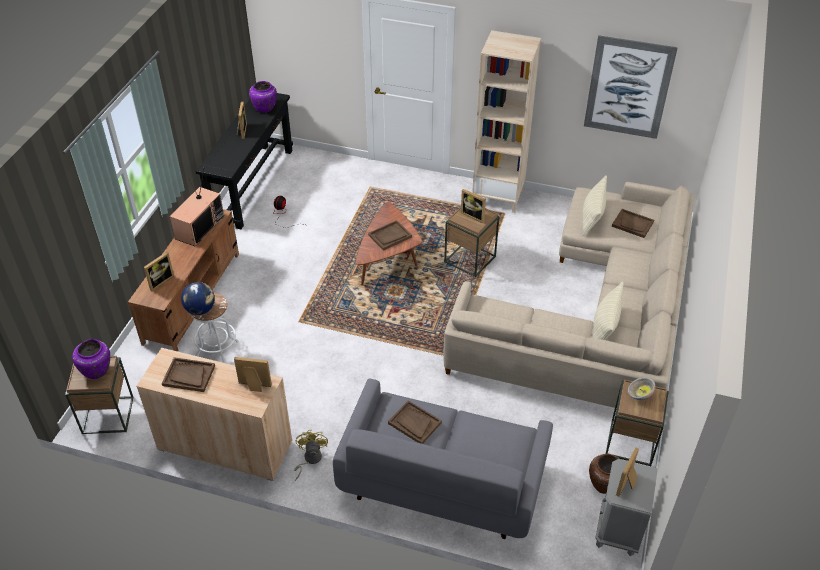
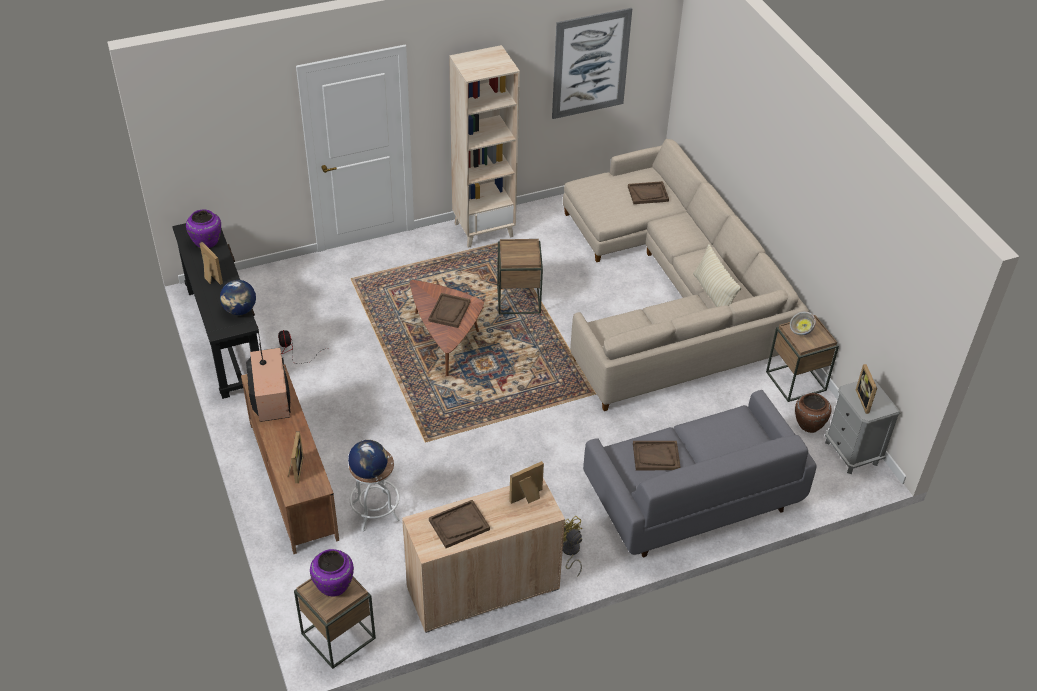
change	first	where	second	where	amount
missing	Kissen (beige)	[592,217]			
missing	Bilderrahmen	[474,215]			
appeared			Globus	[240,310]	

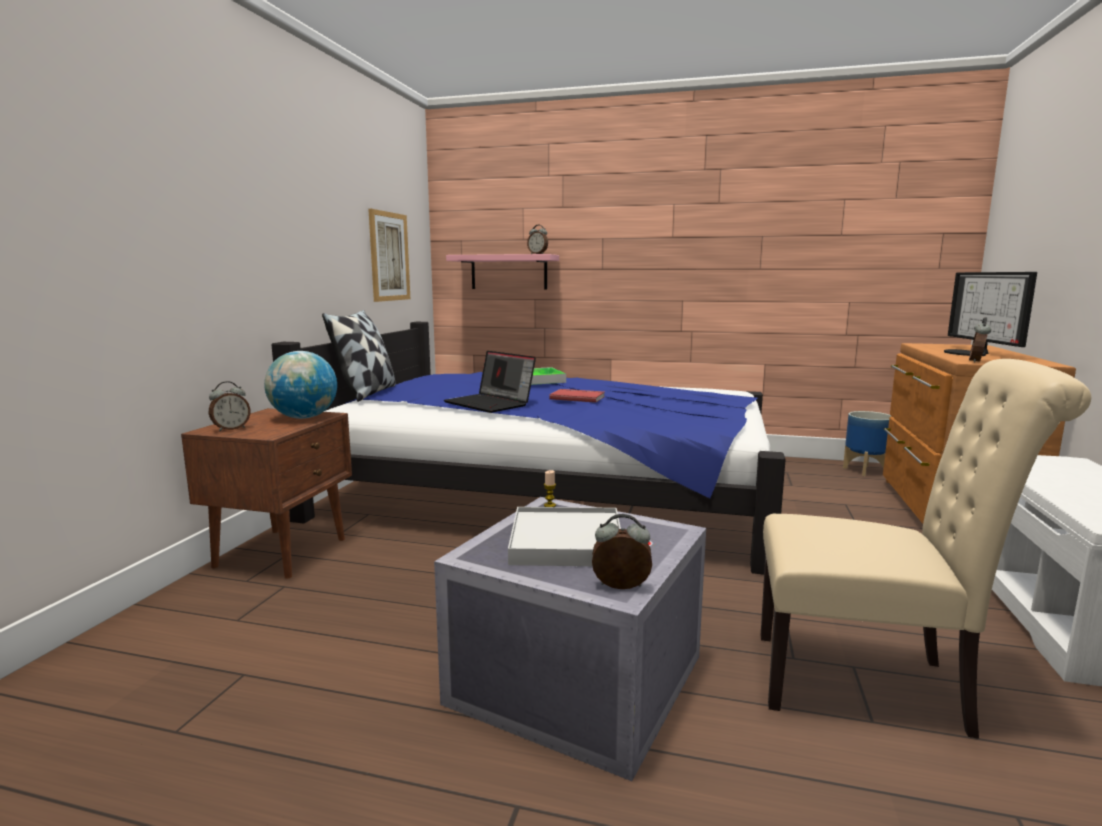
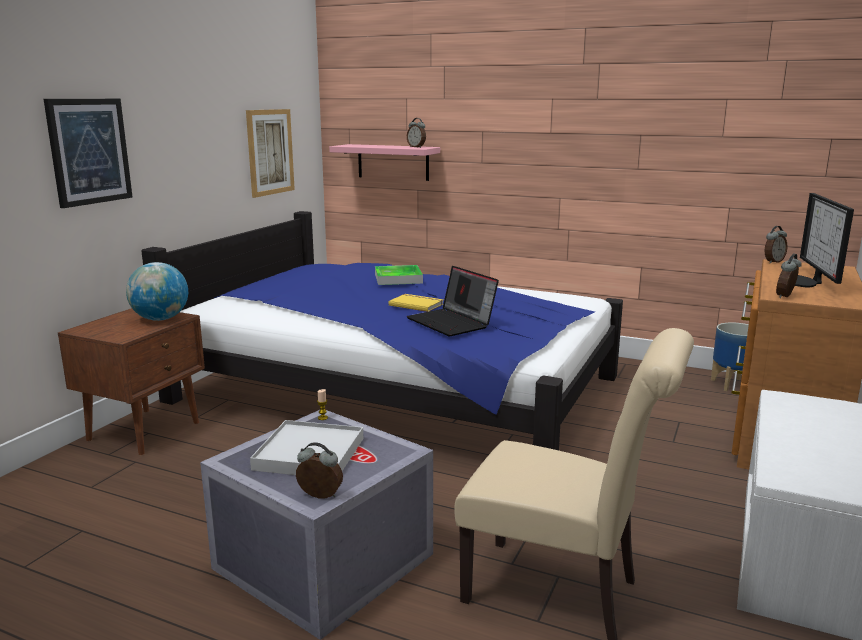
change	first	where	second	where	amount
missing	Kissen	[366,393]			
relocated	Laptop	[491,404]		[452,323]	
relocated	Wecker	[231,429]		[773,262]	
colour	Buch (rot)	[577,397]	Buch (gelb)	[416,304]	
appeared			Bild	[89,151]	

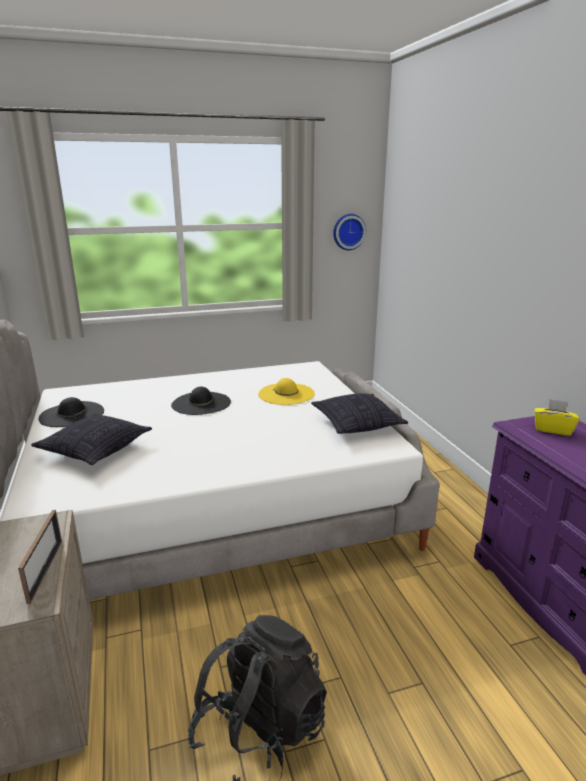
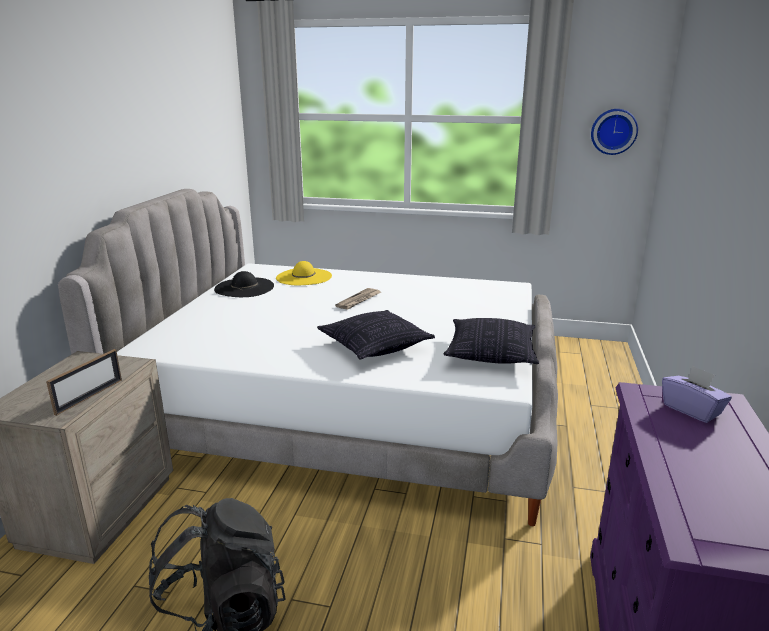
change	first	where	second	where	amount
relocated	Hut (gelb)	[286,394]		[304,277]	
exchanged	Hut (schwarz)	[201,403]	Zeitung	[359,300]	
colour	Taschentuchbox (gelb)	[552,429]	Taschentuchbox (lila)	[691,410]	
relocated	Kissen	[95,450]		[375,347]	

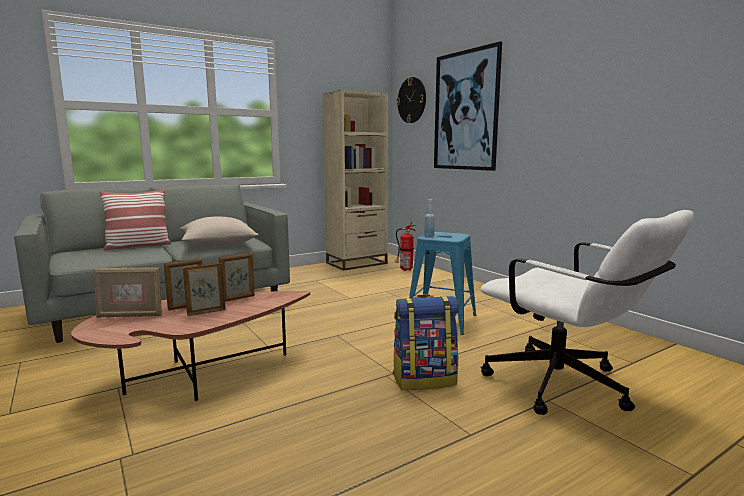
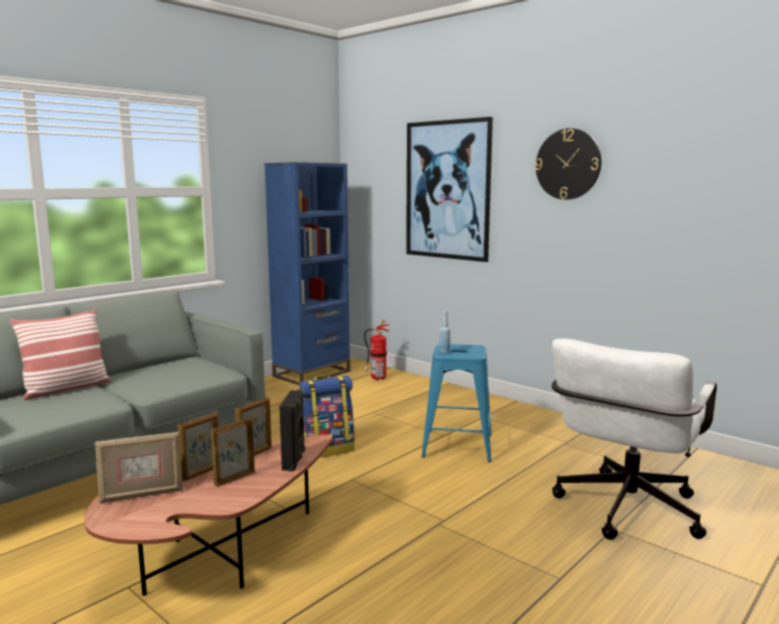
change	first	where	second	where	amount
relocated	Wanduhr	[412,100]		[568,164]	
colour	Bücherregal (beige)	[357,263]	Bücherregal (blau)	[312,374]	
spun	Bürostuhl (weiß)	[568,389]		[624,513]	90 degrees clockwise
missing	Kissen (beige)	[218,244]			
relocated	Rucksack	[424,379]		[326,449]	
appeared			Lautsprecher (schwarz)	[294,460]	

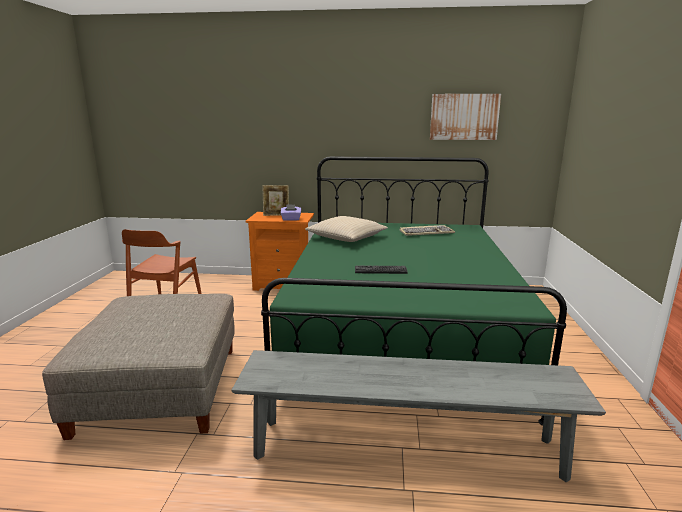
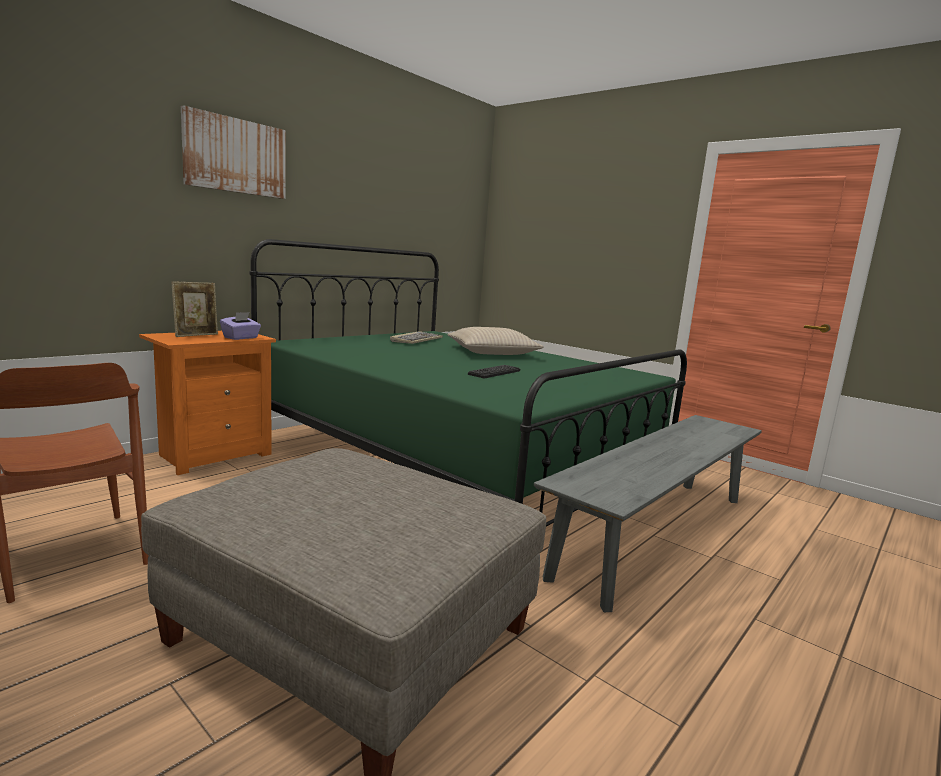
change	first	where	second	where	amount
relocated	Bild	[464,117]		[235,156]	
relocated	Kissen (beige)	[346,237]		[492,352]	

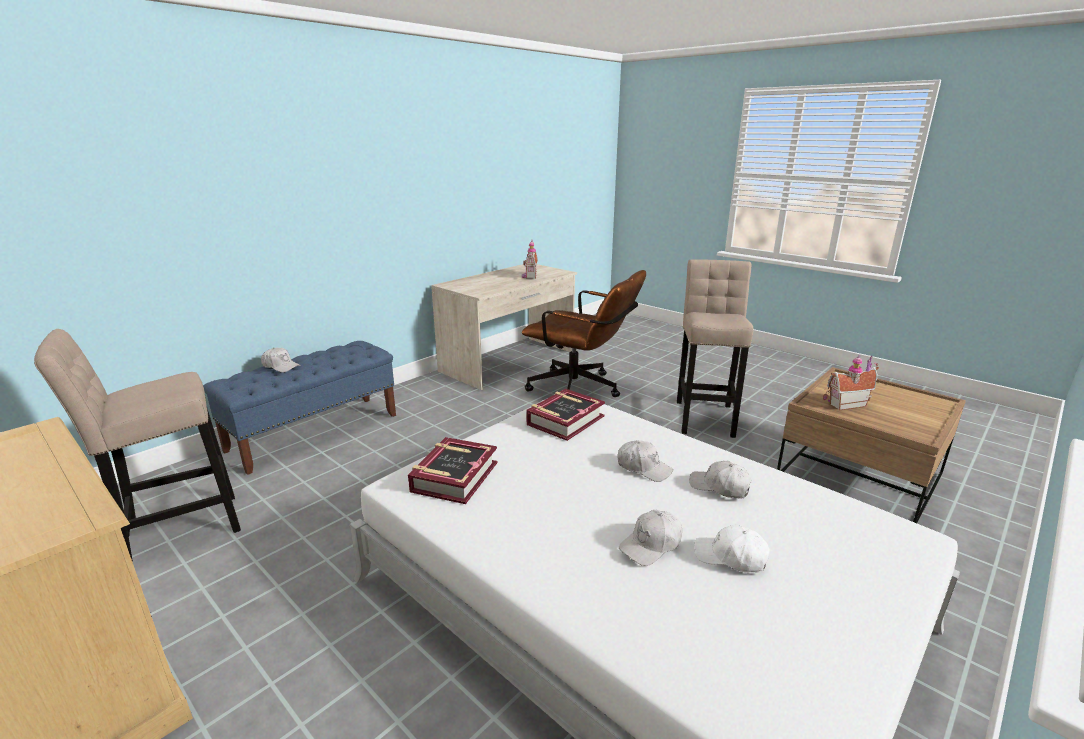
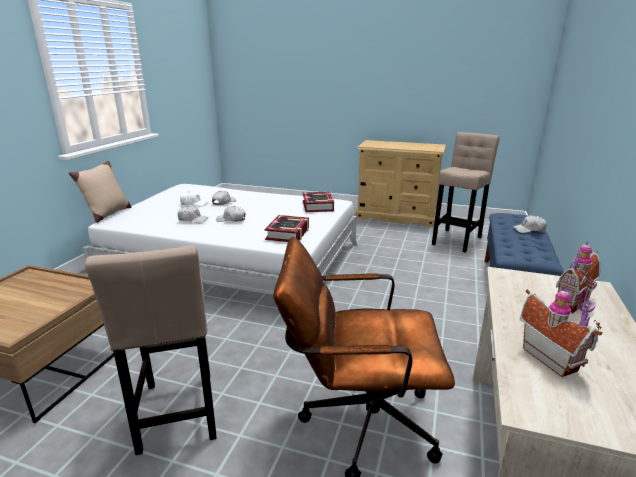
change	first	where	second	where	amount
relocated	Spielzeughaus	[844,404]		[576,304]	
appeared			Kissen (beige)	[107,214]	

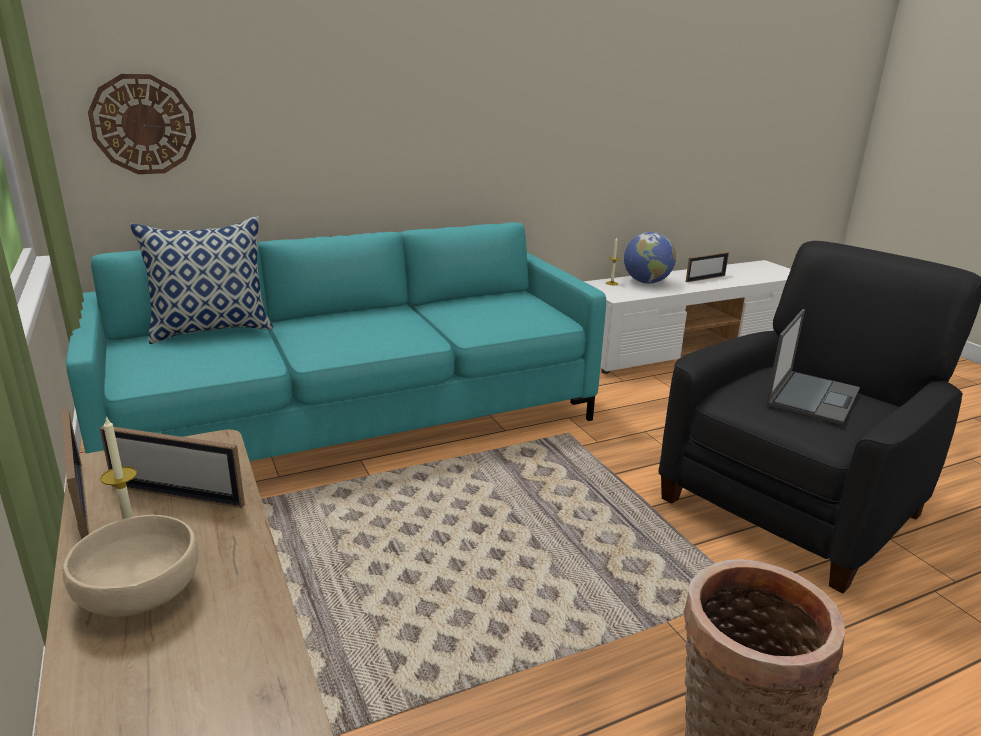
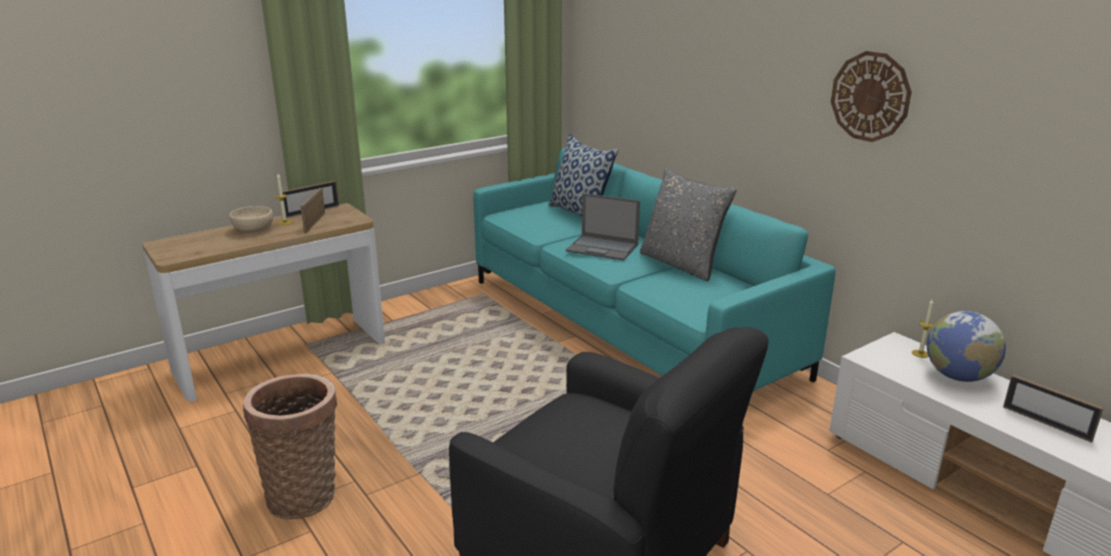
change	first	where	second	where	amount
relocated	Wanduhr	[143,125]		[870,96]	
relocated	Laptop	[813,396]		[603,248]	
appeared			Kissen (grau)	[681,264]	

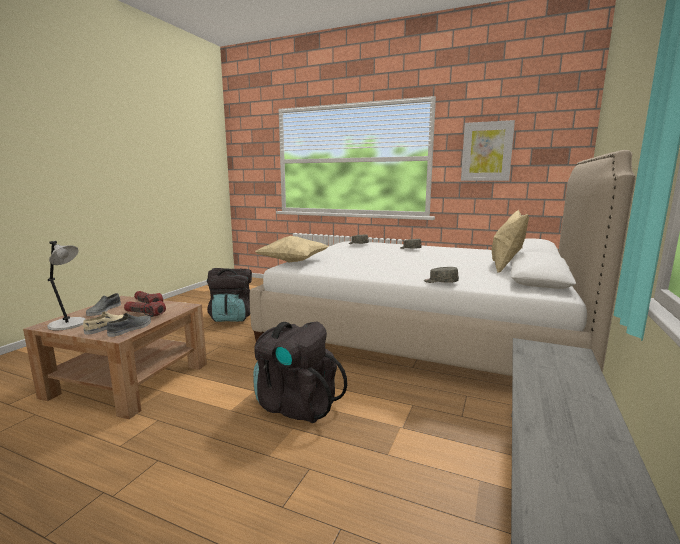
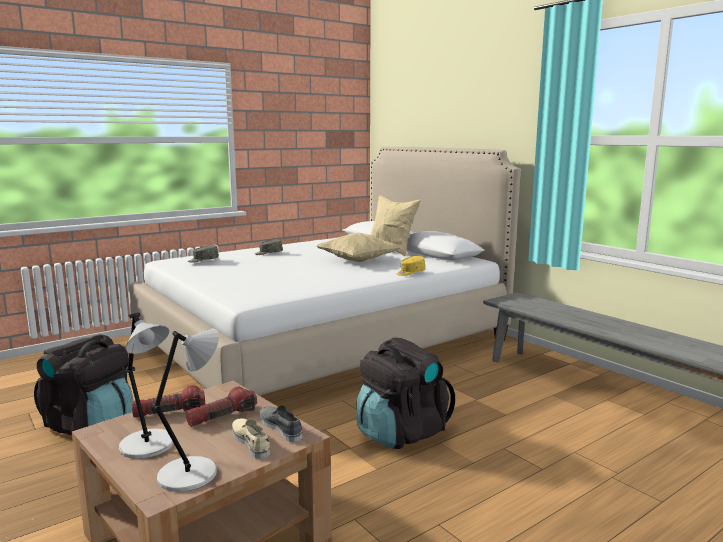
change	first	where	second	where	amount
missing	Bild	[486,151]			
relocated	Kissen (beige)	[293,262]		[358,261]	
colour	Kappe (grau)	[440,282]	Kappe (gelb)	[410,273]	
exchanged	Schuh (grau)	[104,310]	Tischlampe (grau)	[149,446]	

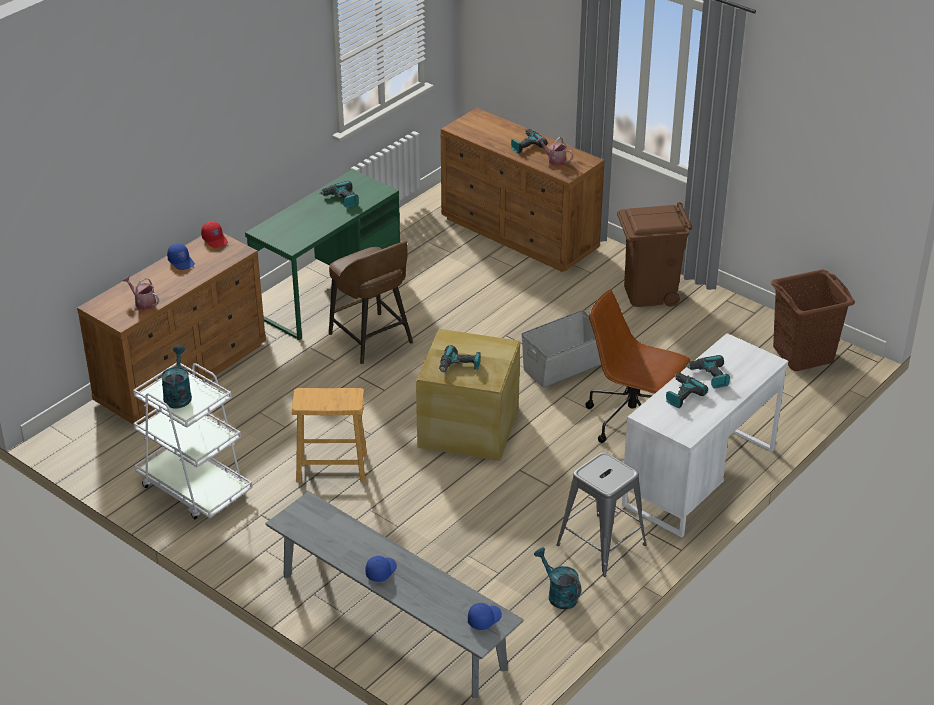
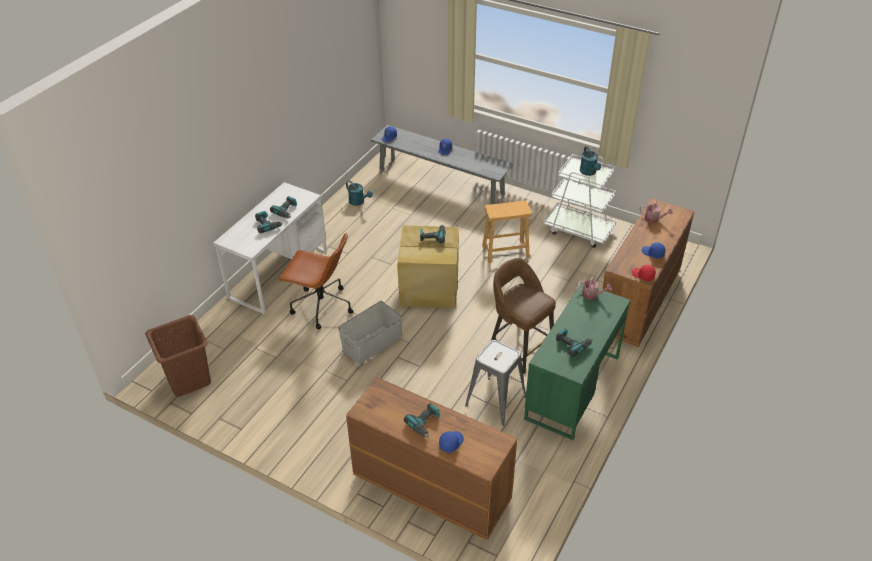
change	first	where	second	where	amount
relocated	Gießkanne	[554,160]		[592,295]	
missing	Mülleimer (braun)	[649,293]			
relocated	Hocker (grau)	[601,544]		[495,401]	
appeared			Kappe (blau)	[451,442]	

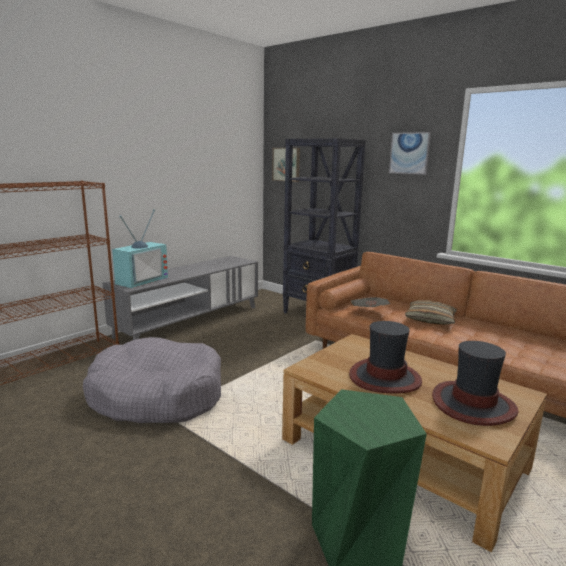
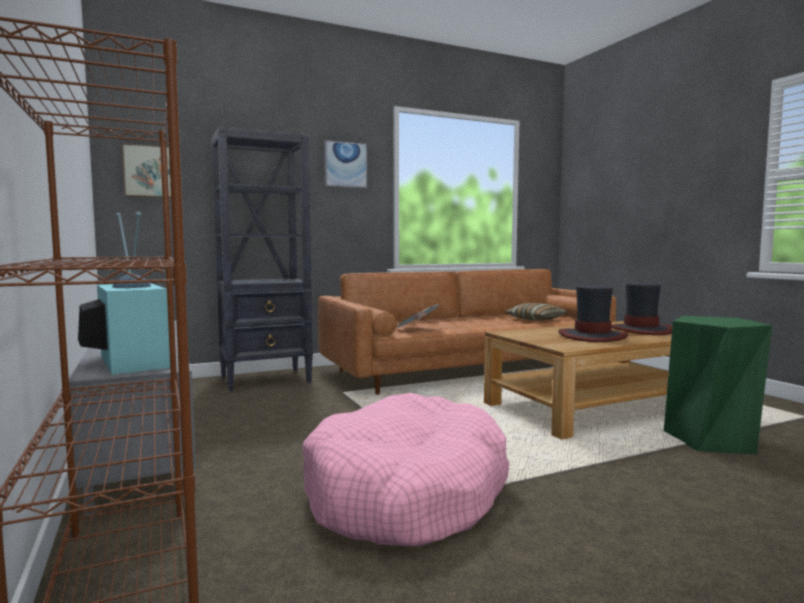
change	first	where	second	where	amount
relocated	Kissen	[430,320]		[536,319]	
colour	Hundebett (grau)	[157,396]	Hundebett (rosa)	[407,493]	

